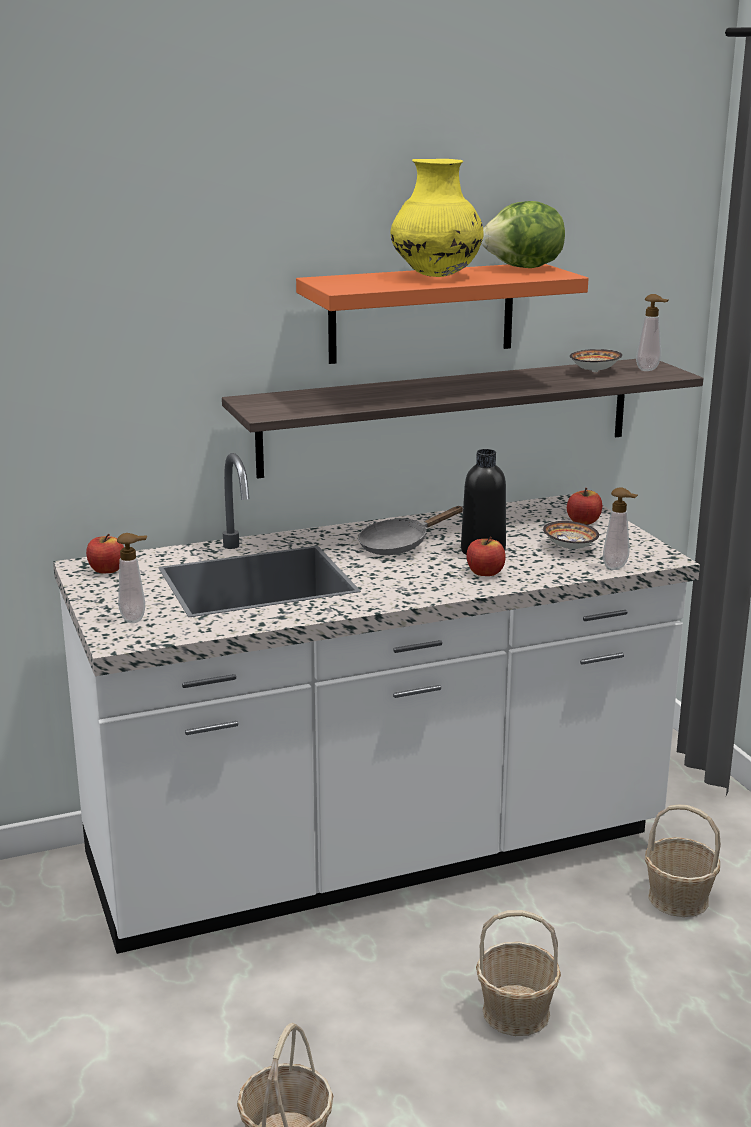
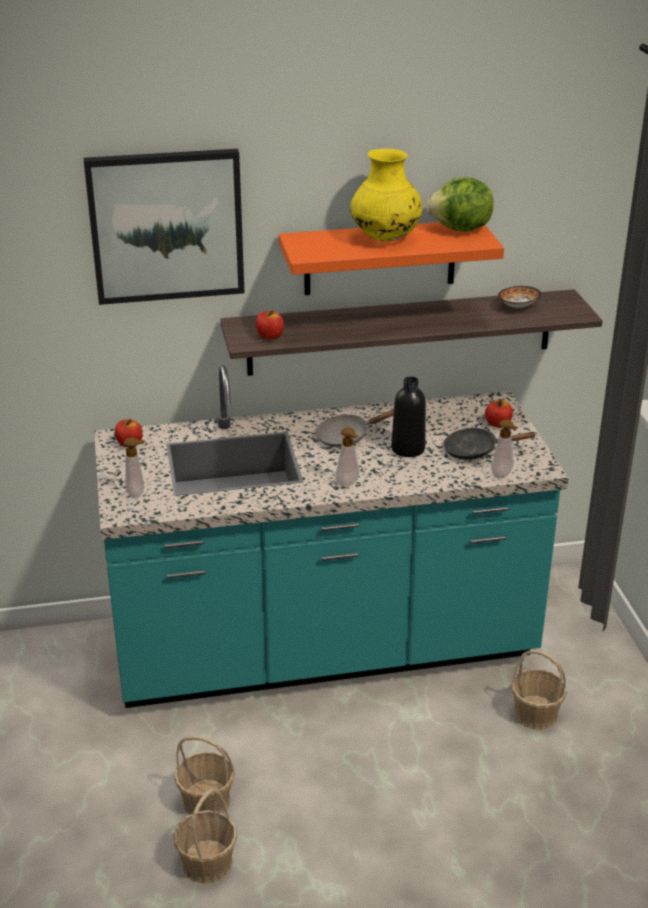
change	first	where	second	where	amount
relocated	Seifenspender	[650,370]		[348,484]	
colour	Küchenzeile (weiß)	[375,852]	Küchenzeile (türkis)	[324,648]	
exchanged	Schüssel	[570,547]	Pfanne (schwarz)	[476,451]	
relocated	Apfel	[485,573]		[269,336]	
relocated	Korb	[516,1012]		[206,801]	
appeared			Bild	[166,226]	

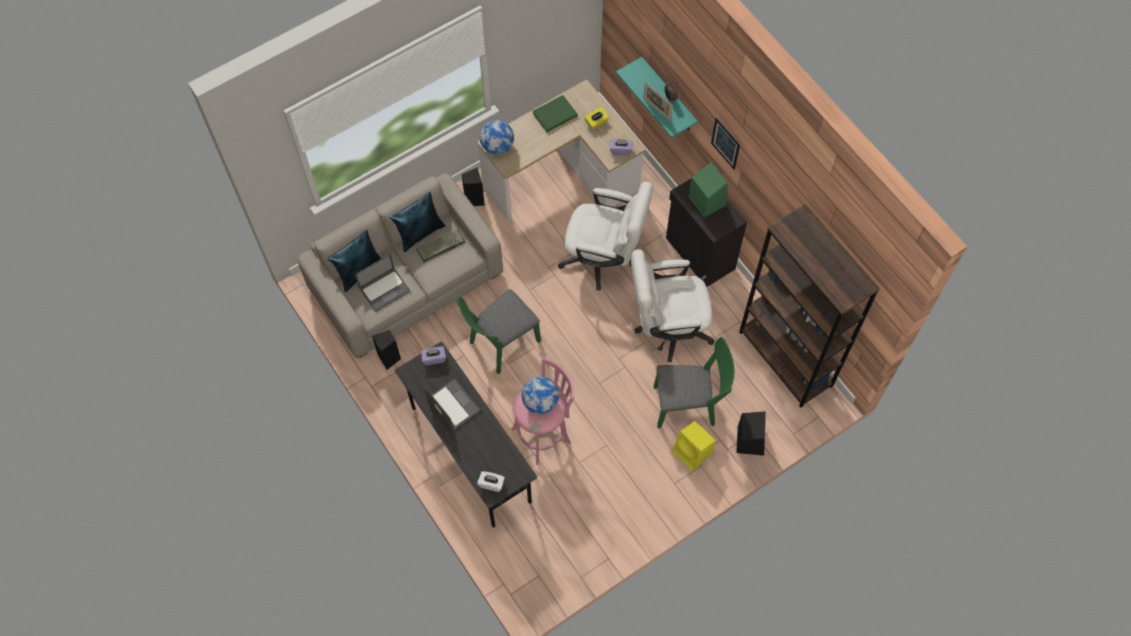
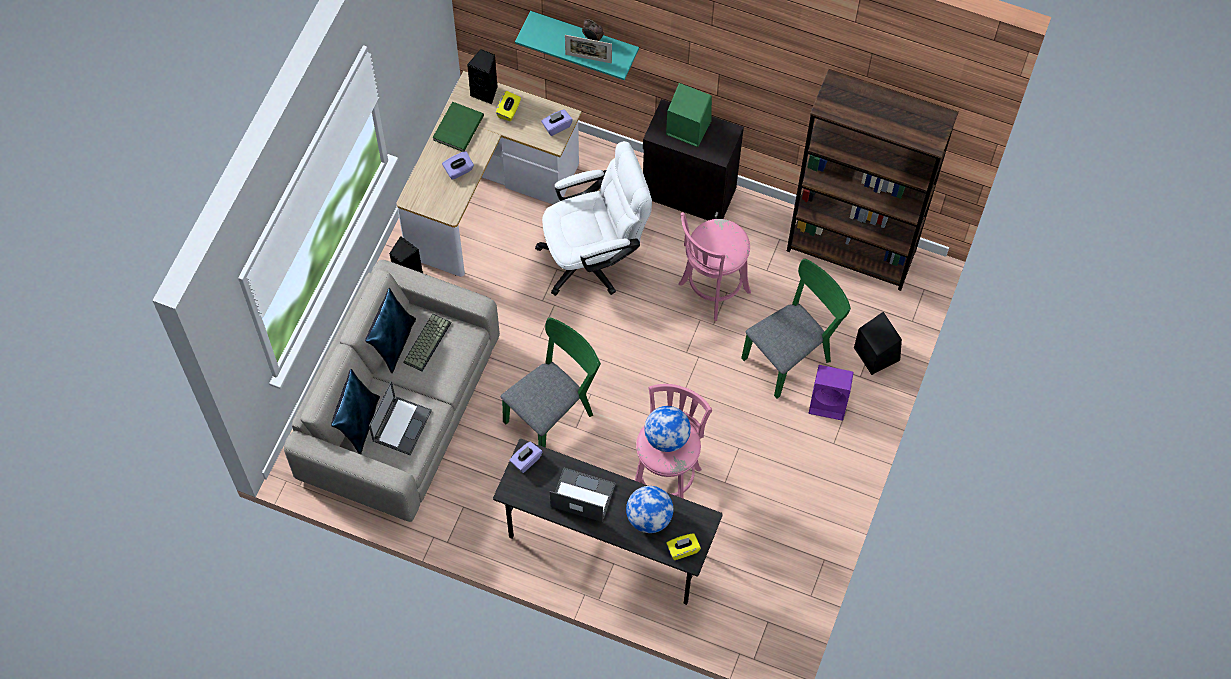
change	first	where	second	where	amount
missing	Bild	[725,143]			
relocated	Globus	[497,147]		[649,517]	
exchanged	Bürostuhl (weiß)	[667,328]	Hocker (rosa)	[711,290]	
spun	Stuhl (grün)	[500,345]		[553,413]	150 degrees counterclockwise
relocated	Lautsprecher (schwarz)	[390,358]		[485,92]	
colour	Lautsprecher (gelb)	[693,453]	Lautsprecher (lila)	[829,401]	
colour	Taschentuchbox (weiß)	[491,484]	Taschentuchbox (gelb)	[682,549]	
appeared			Taschentuchbox (lila)	[458,170]	

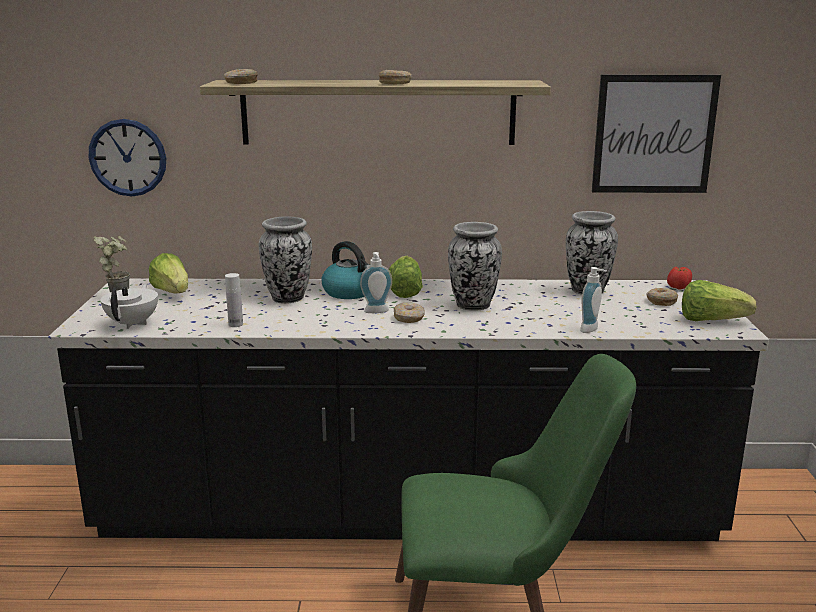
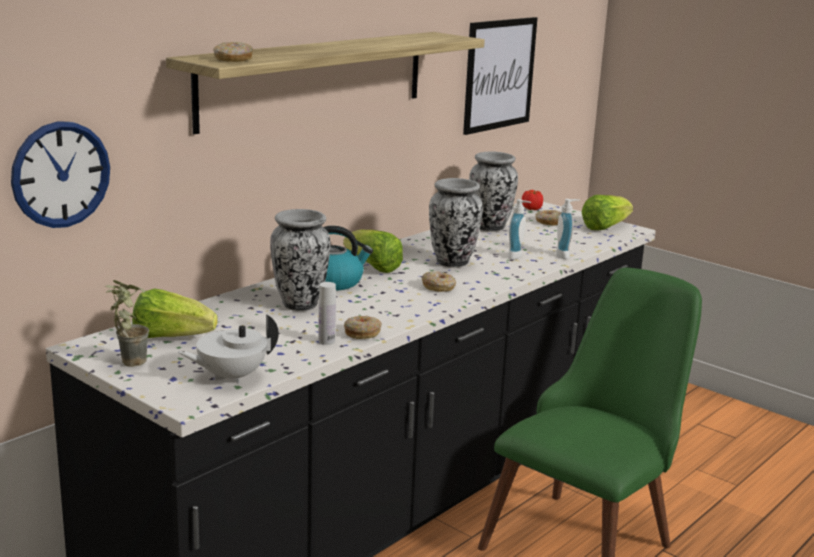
change	first	where	second	where	amount
relocated	Donut	[395,83]		[362,333]	
relocated	Seifenspender	[377,312]		[517,256]	
spun	Teekanne (weiß)	[133,323]		[231,376]	75 degrees counterclockwise

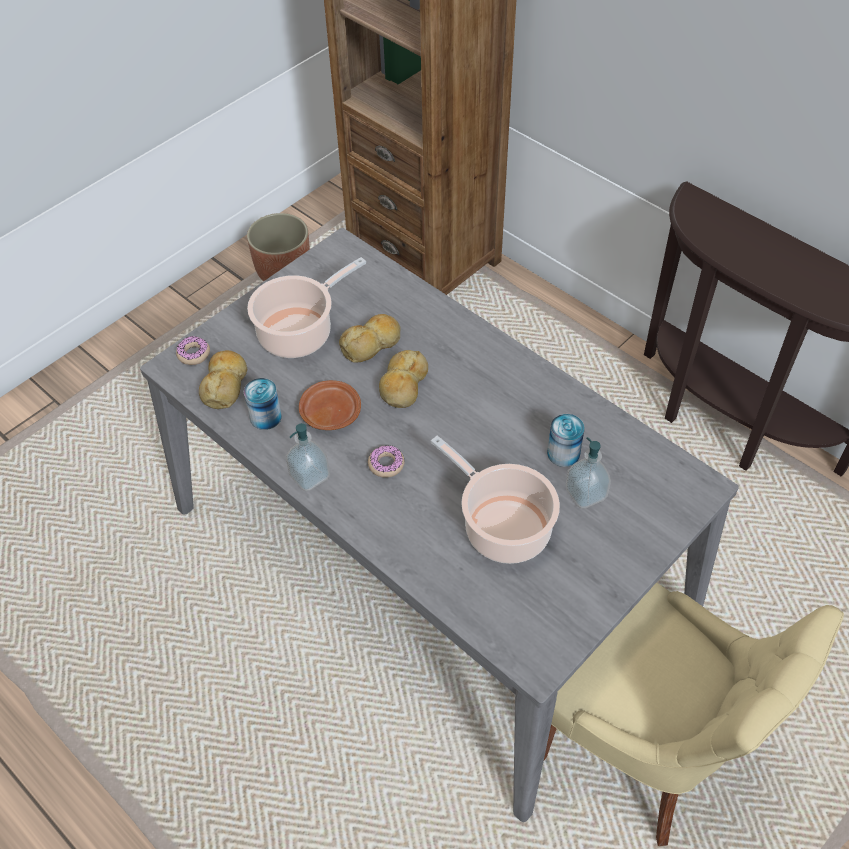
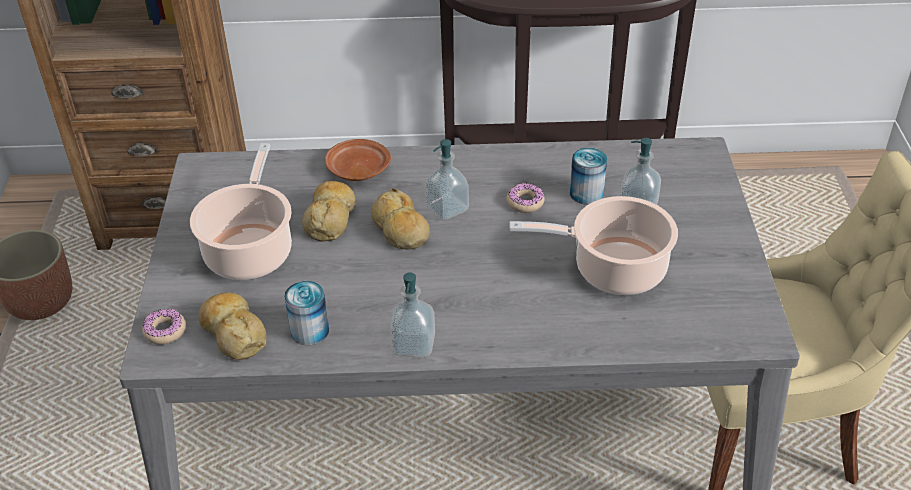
change	first	where	second	where	amount
relocated	Teller (braun)	[330,412]		[357,169]	
relocated	Donut	[386,464]		[525,202]	
appeared			Seifenspender	[447,209]	

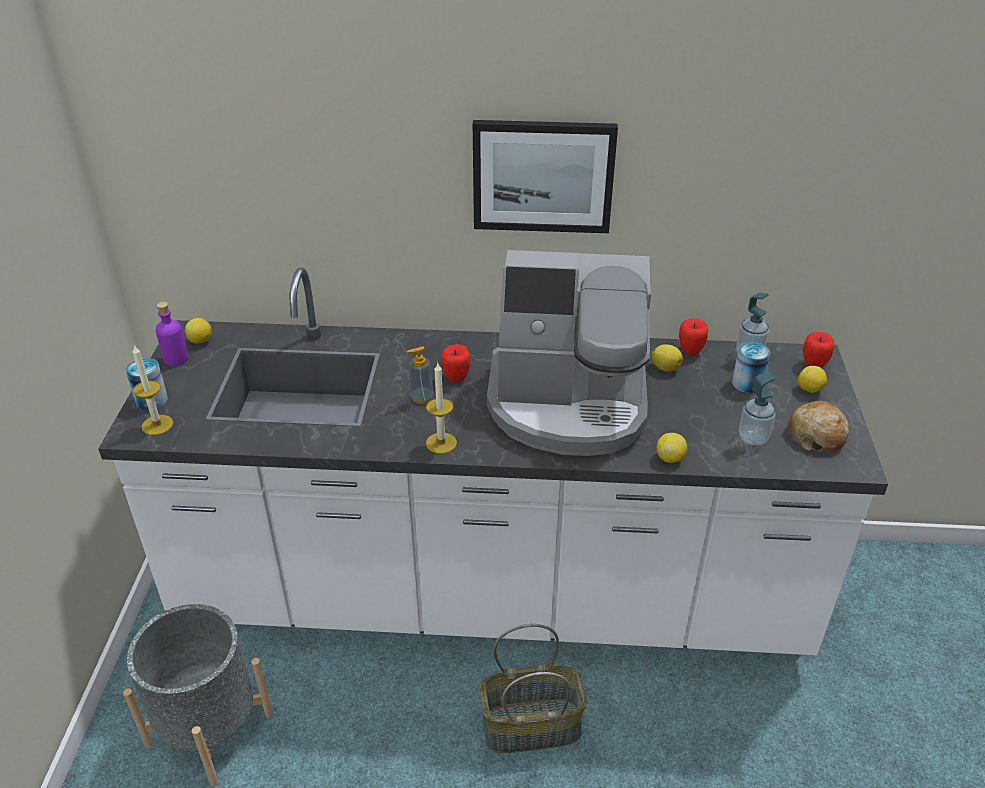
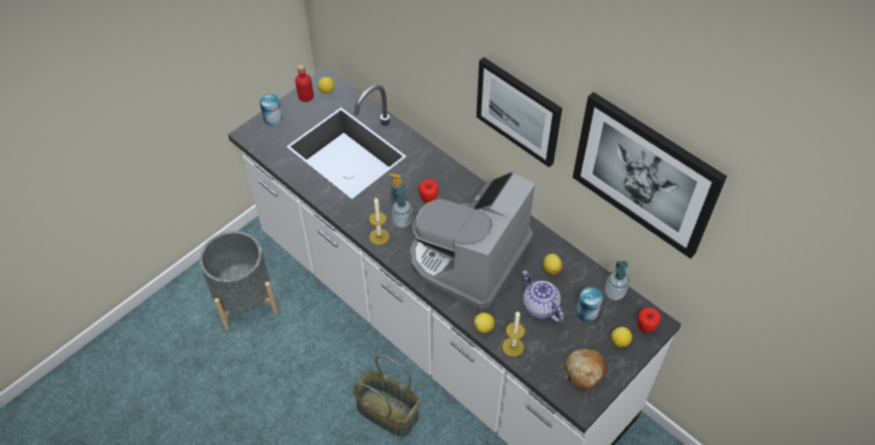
change	first	where	second	where	amount
spun	Kaffeemaschine	[568,404]		[468,257]	75 degrees clockwise
colour	Flasche (lila)	[176,358]	Flasche (rot)	[306,96]	
missing	Apfel	[690,351]			
relocated	Kerze	[157,425]		[513,347]	
relocated	Seifenspender	[753,438]		[402,221]	
appeared			Bild	[645,174]	
appeared			Teekanne	[539,307]	

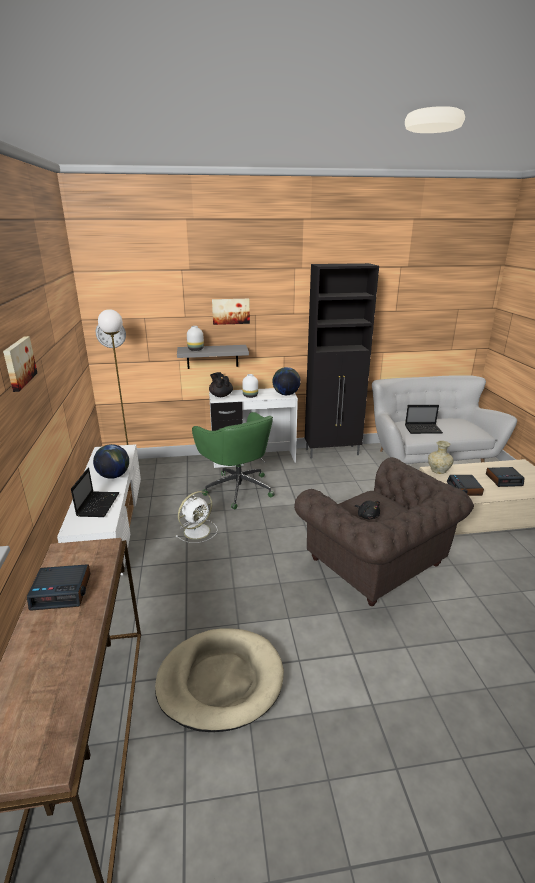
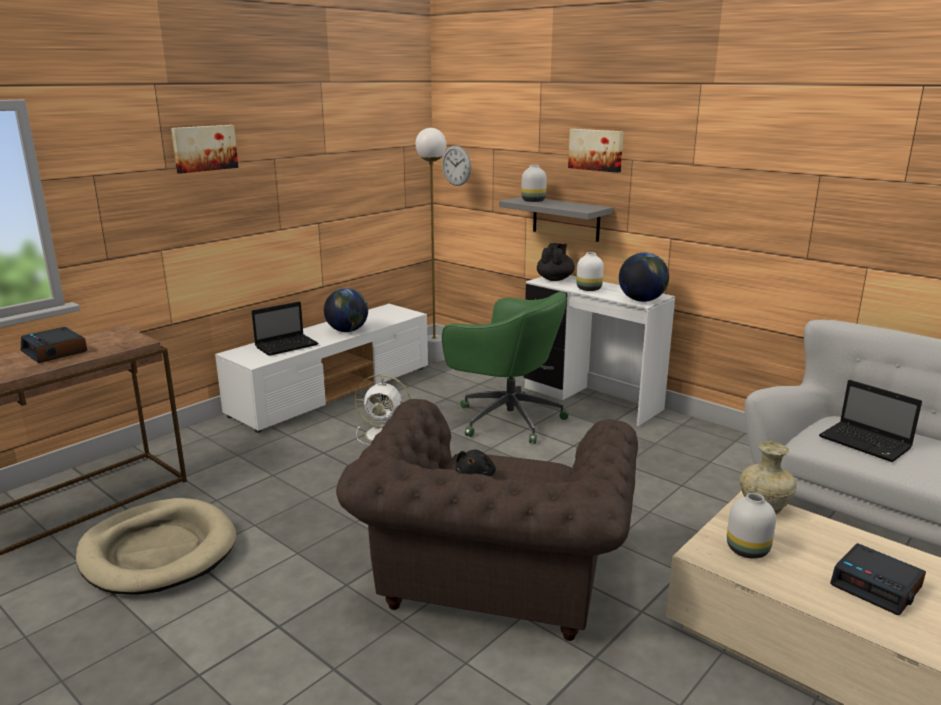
change	first	where	second	where	amount
missing	Schrank (schwarz)	[333,452]			
spun	Bürostuhl (grün)	[238,488]		[506,418]	75 degrees counterclockwise
exchanged	Wecker	[464,489]	Vase (weiß)	[747,550]	

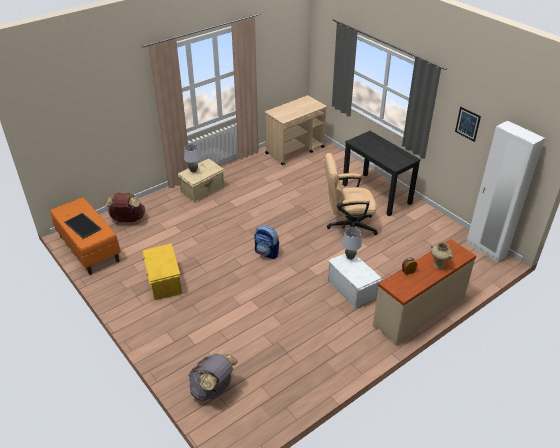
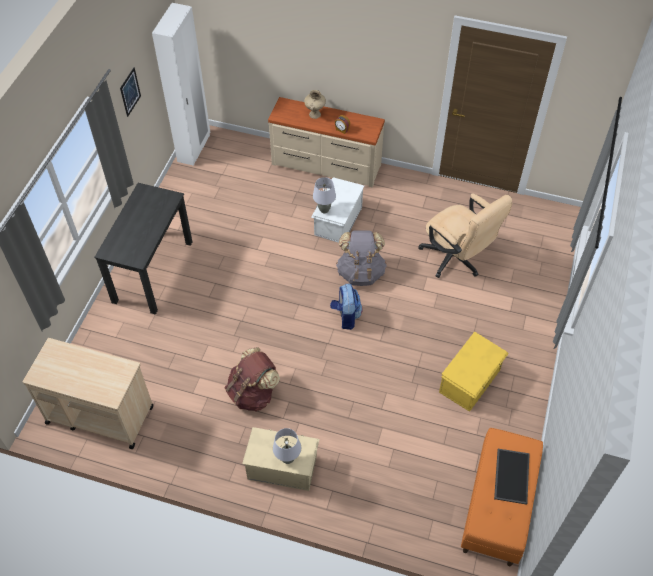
change	first	where	second	where	amount
relocated	Bürostuhl (beige)	[347,226]		[456,260]	
relocated	Rucksack (braun)	[128,220]		[253,393]	
relocated	Rucksack (grau)	[213,389]		[360,272]	

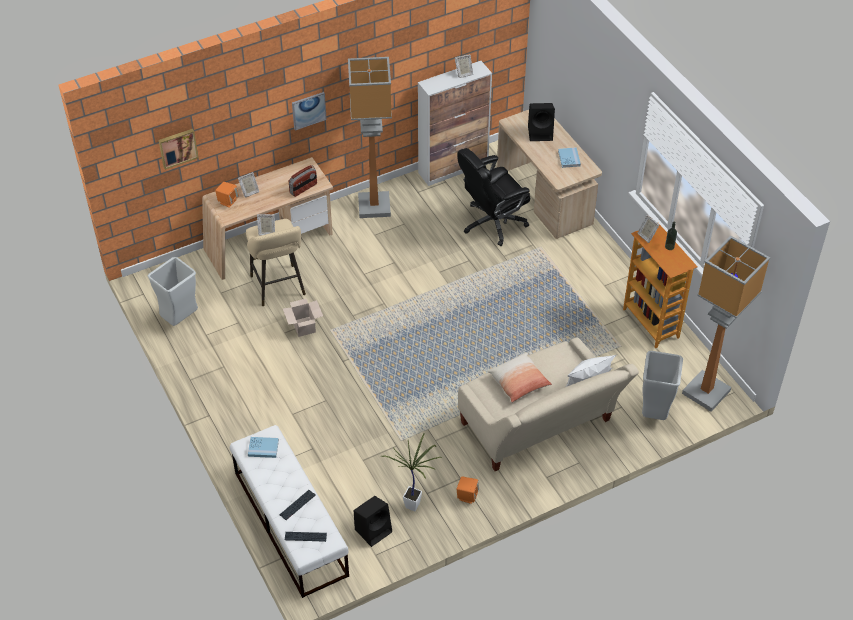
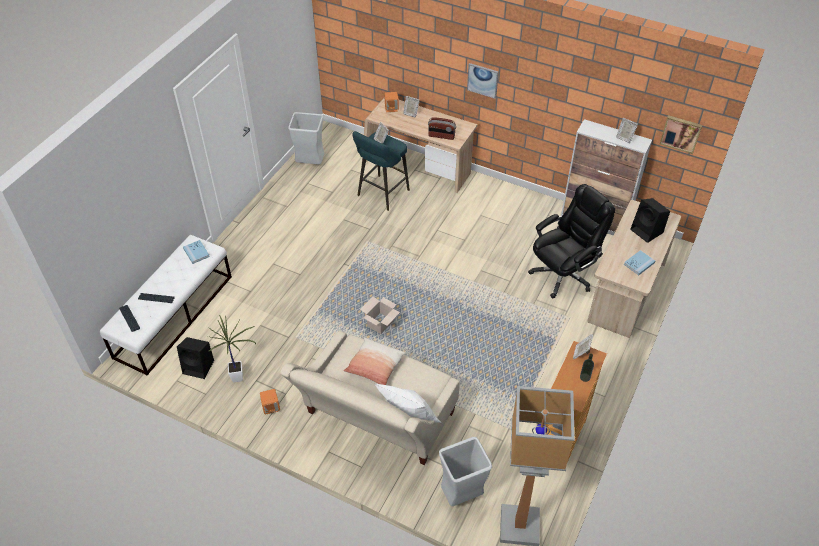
change	first	where	second	where	amount
missing	Stehlampe	[375,206]			
relocated	Bild	[177,147]		[681,133]	
spun	Bürostuhl (schwarz)	[492,223]		[563,274]	120 degrees clockwise
colour	Hocker (beige)	[279,288]	Hocker (türkis)	[381,194]	
relocated	Karton	[304,327]		[380,324]	

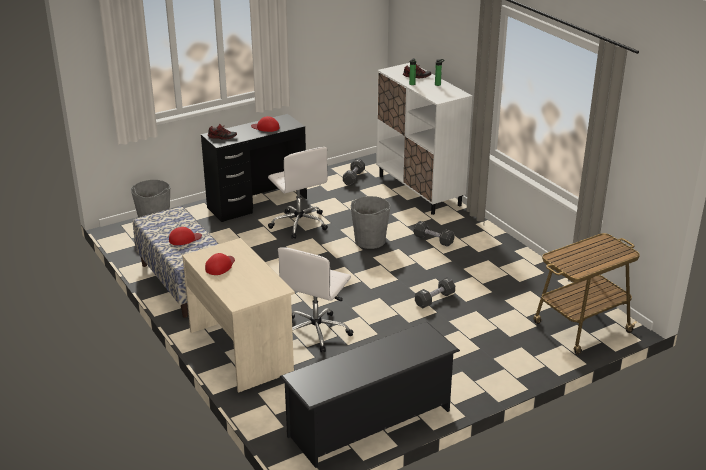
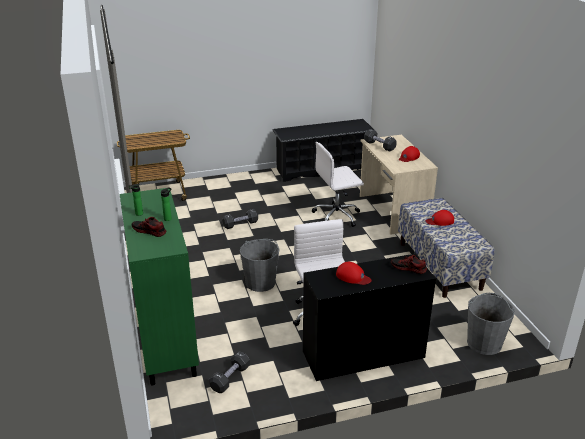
change	first	where	second	where	amount
colour	Schrank (weiß)	[419,190]	Schrank (grün)	[166,340]	
relocated	Hantel (schwarz)	[433,240]		[379,146]	
spun	Bürostuhl (weiß)	[316,331]		[337,216]	150 degrees counterclockwise

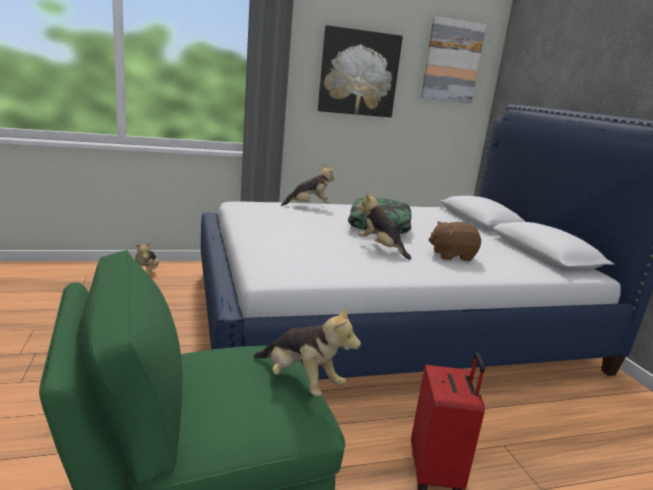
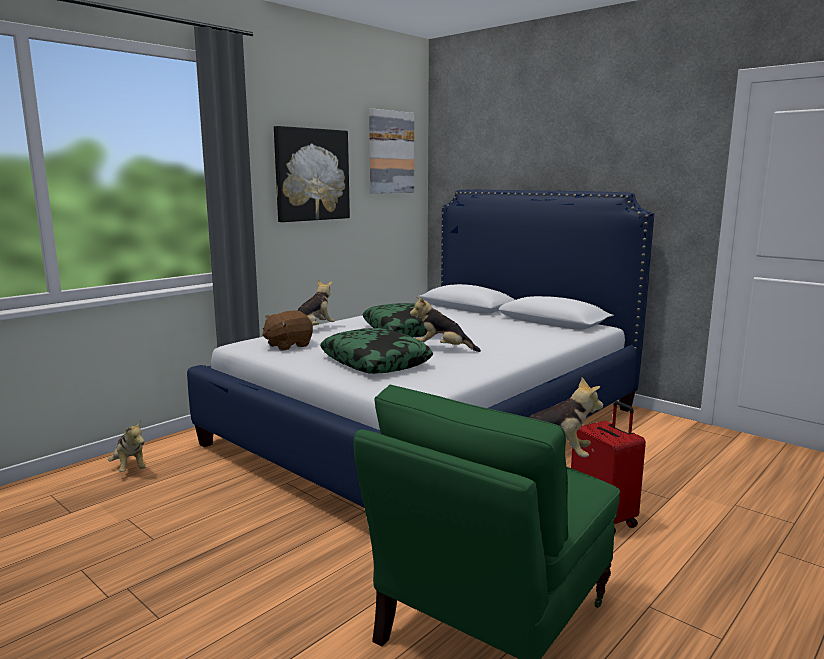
change	first	where	second	where	amount
relocated	Plüschtier (braun)	[451,255]		[288,345]	
appeared			Kissen	[376,362]	

